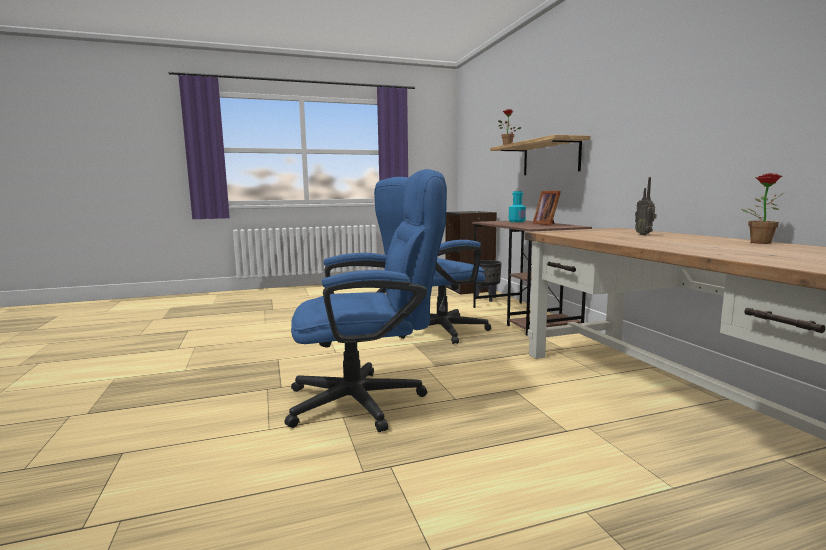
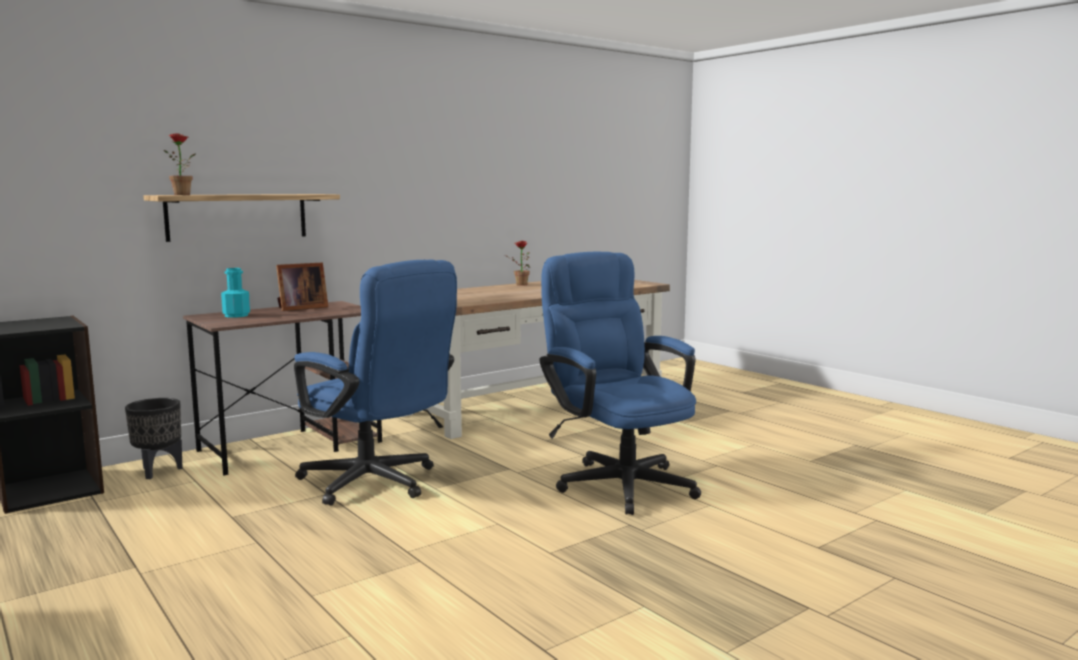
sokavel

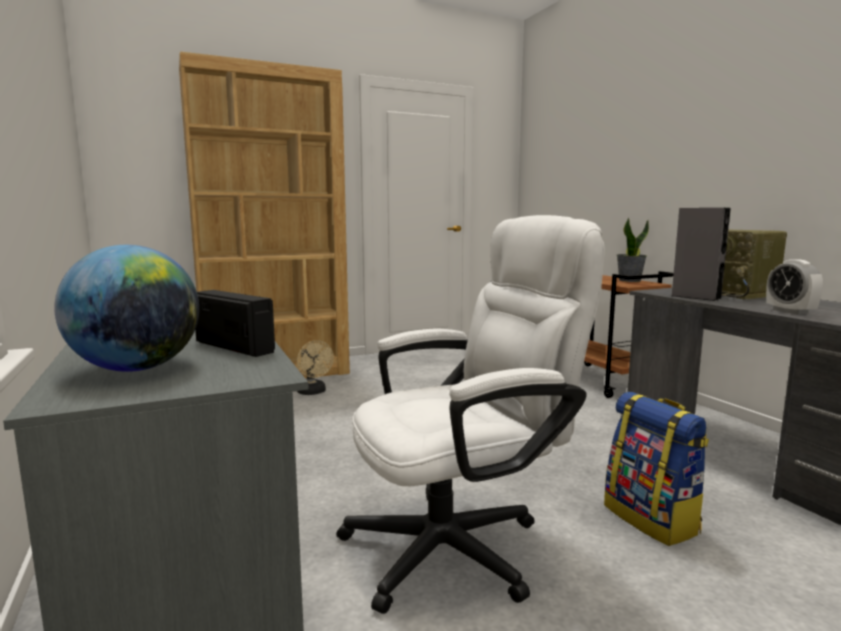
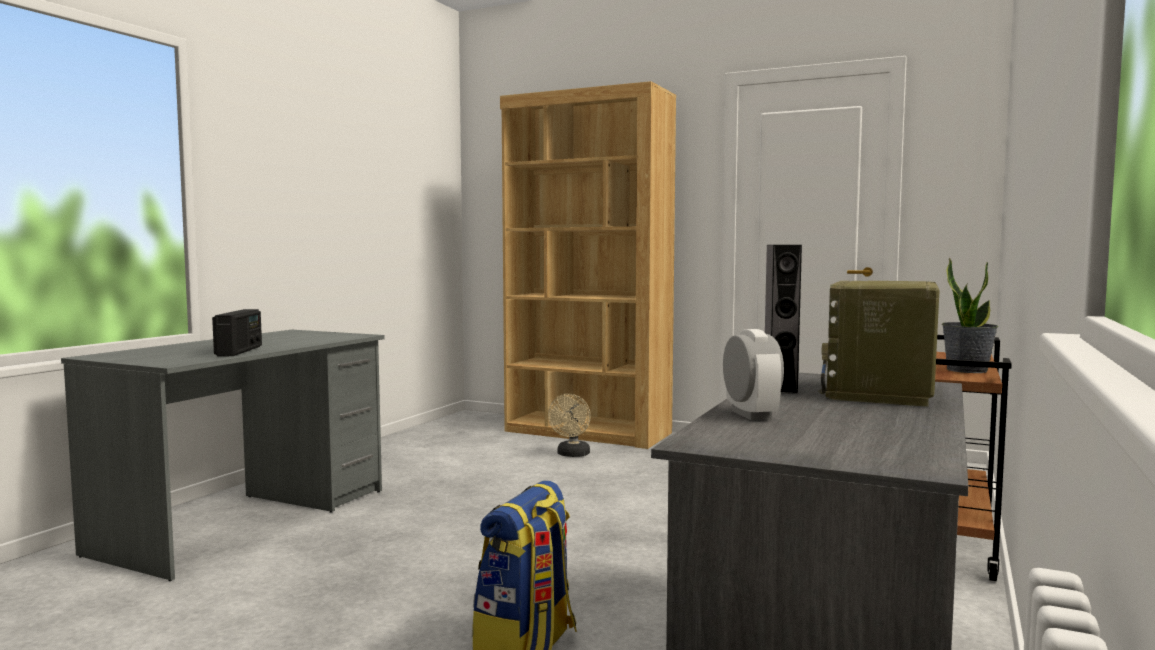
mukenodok
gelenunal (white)
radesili

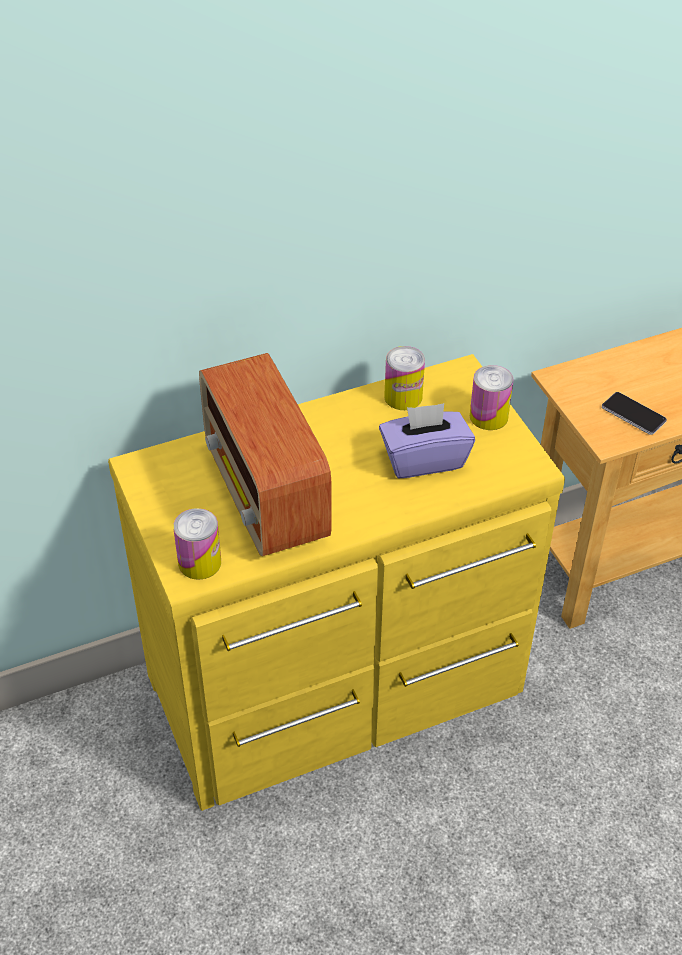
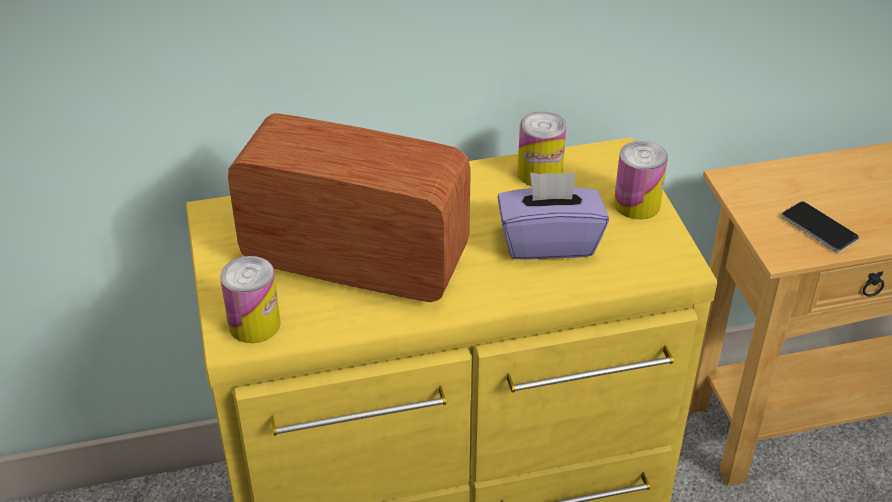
sokavel

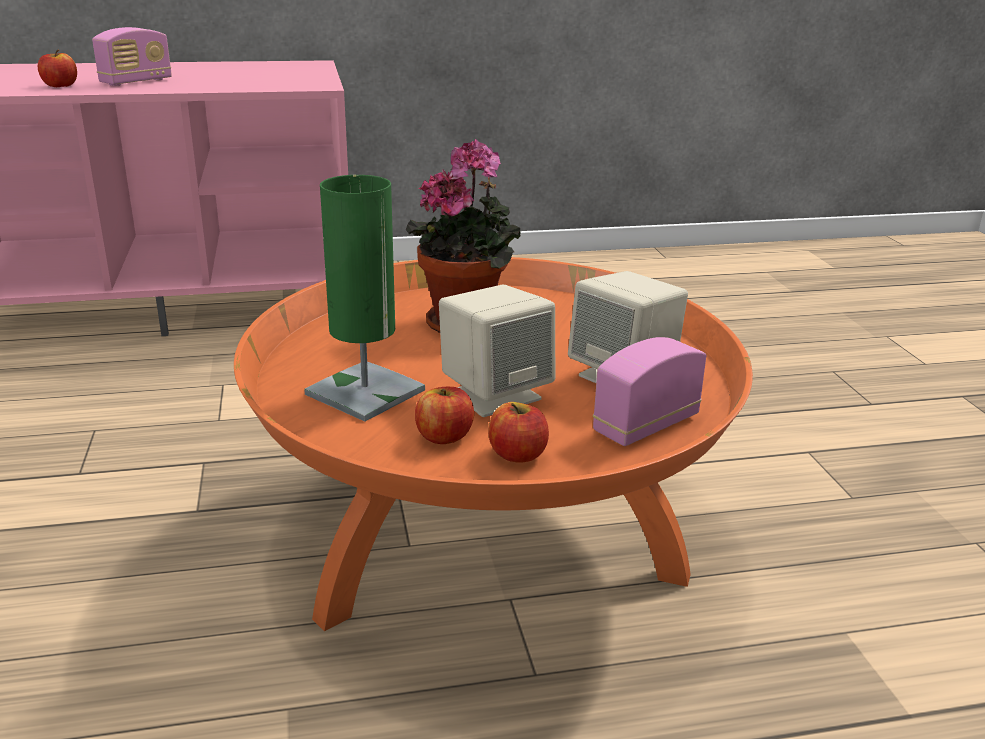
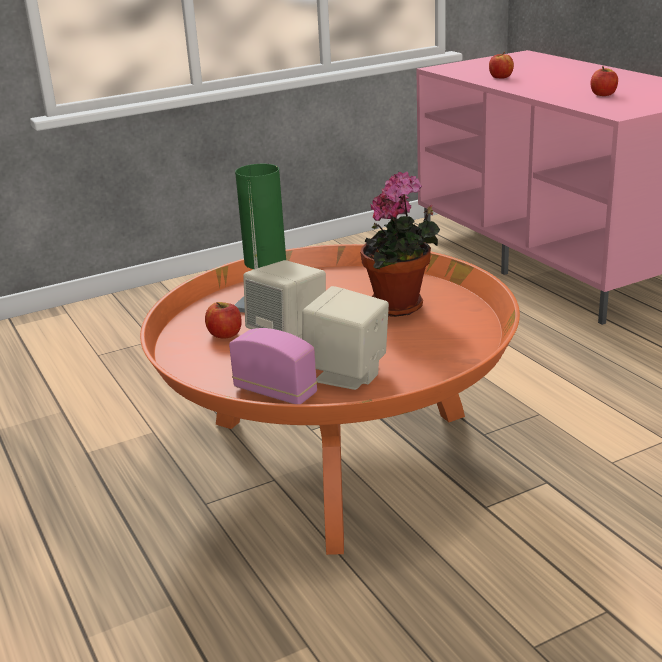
sokavel (1st from left in the first image)
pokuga (3rd from left)

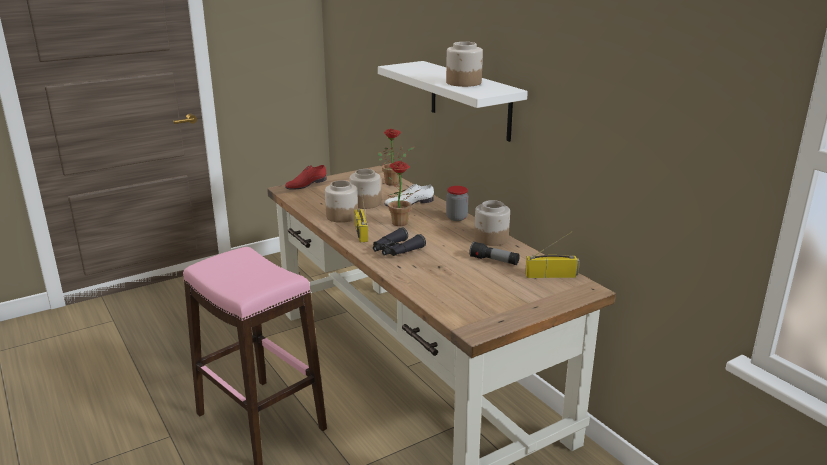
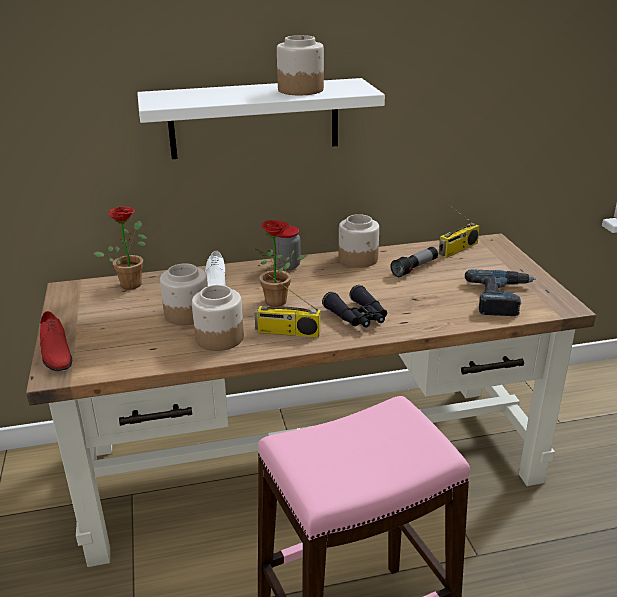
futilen
sokavel (2nd from left)

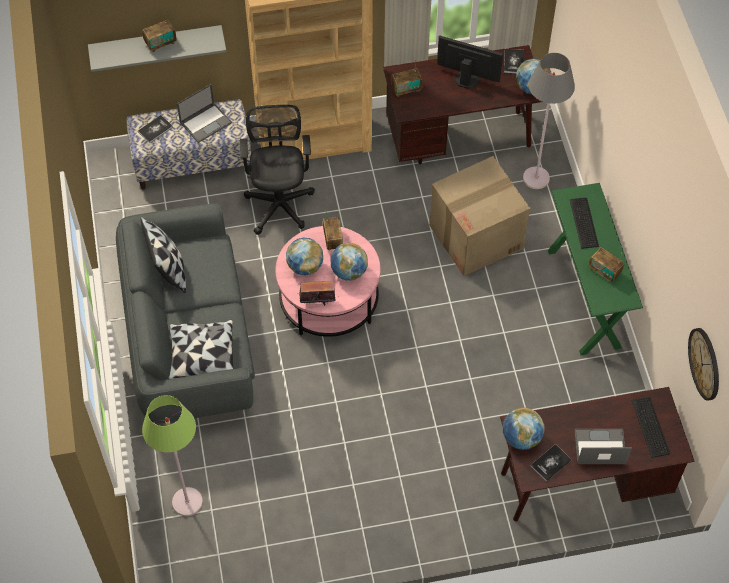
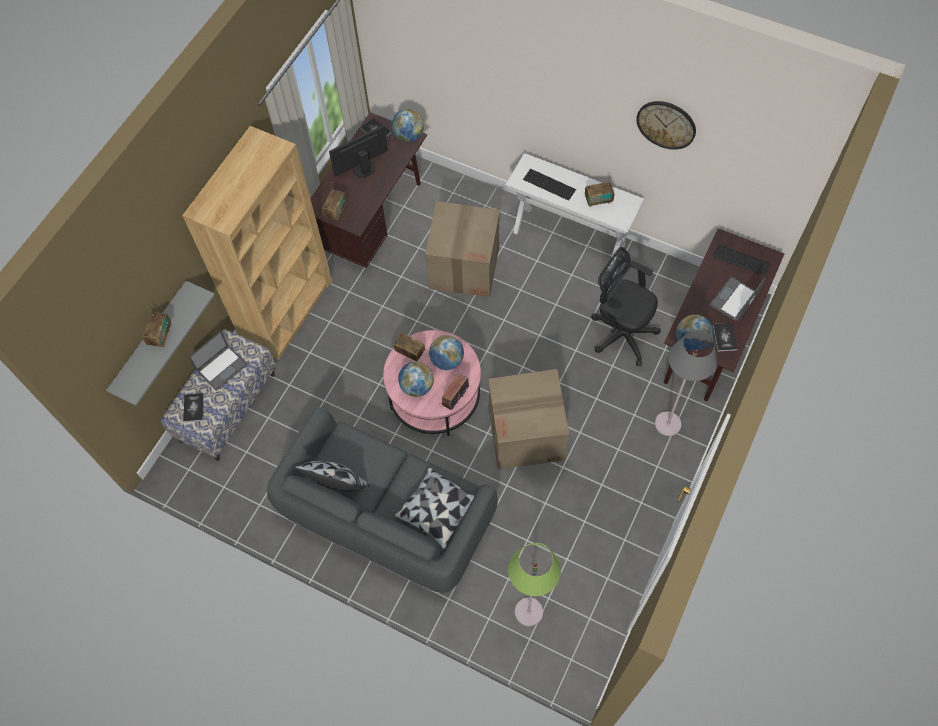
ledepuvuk (2nd from left)
gelenunal (black)
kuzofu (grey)
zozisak
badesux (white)
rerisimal (1st from left)

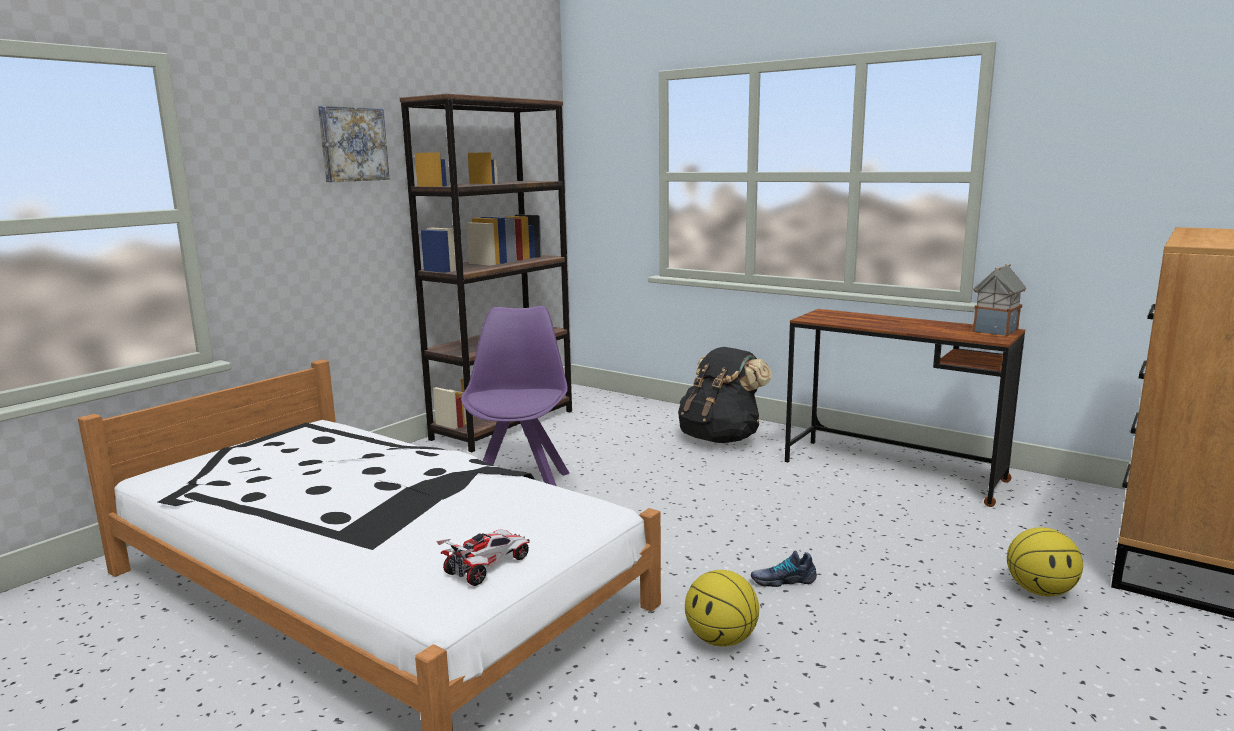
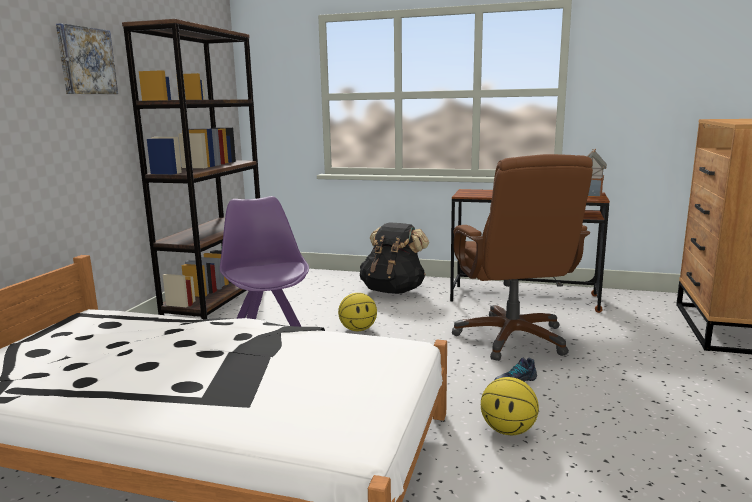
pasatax
gelenunal (brown)
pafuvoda (1st from left)

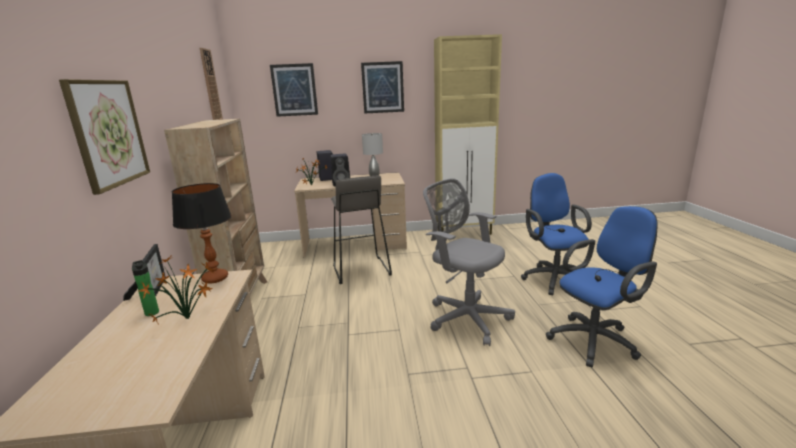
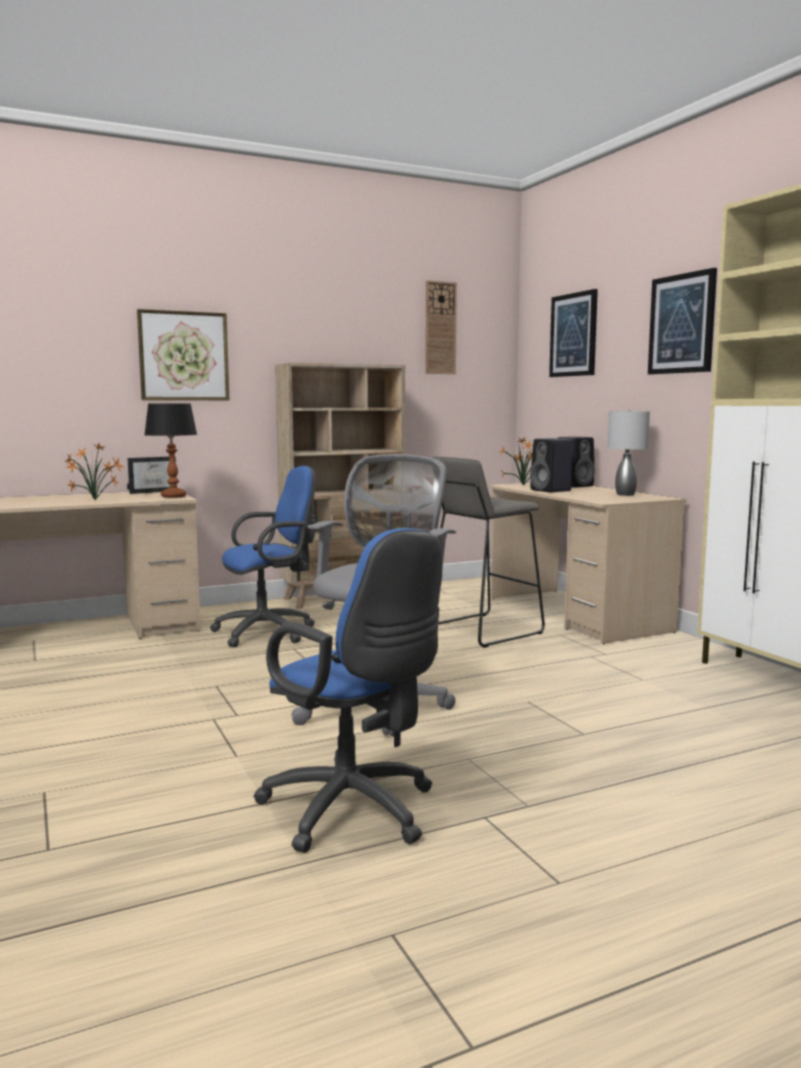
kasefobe
gelenunal (blue) (1st from left)

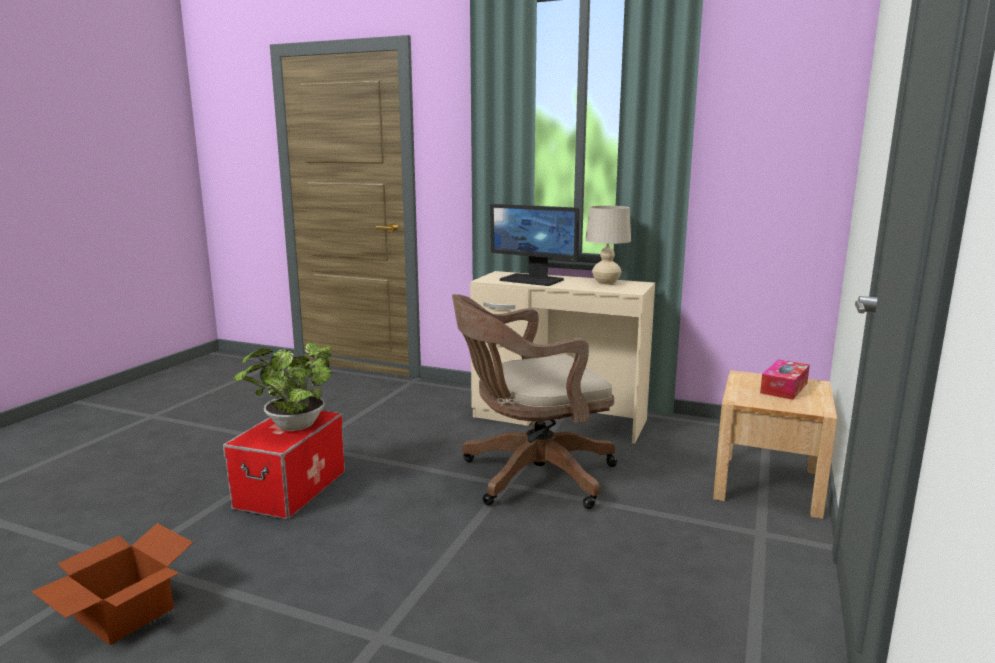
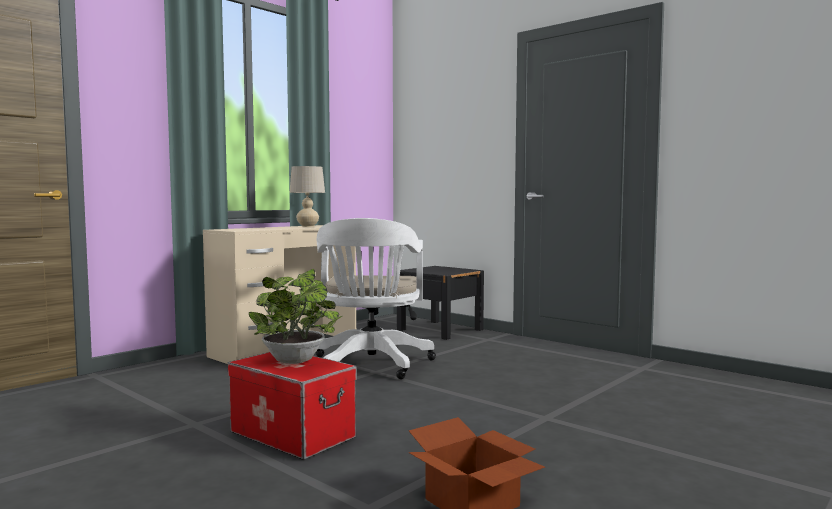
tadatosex
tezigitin
gelenunal (white)
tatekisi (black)

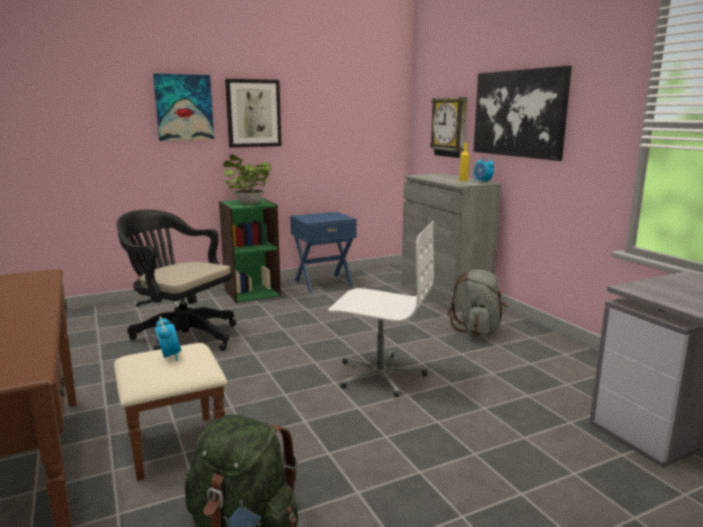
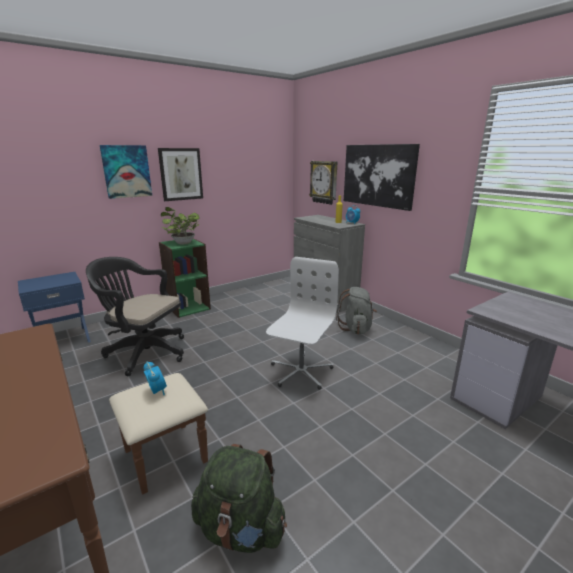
tatekisi (blue)
gelenunal (white)

